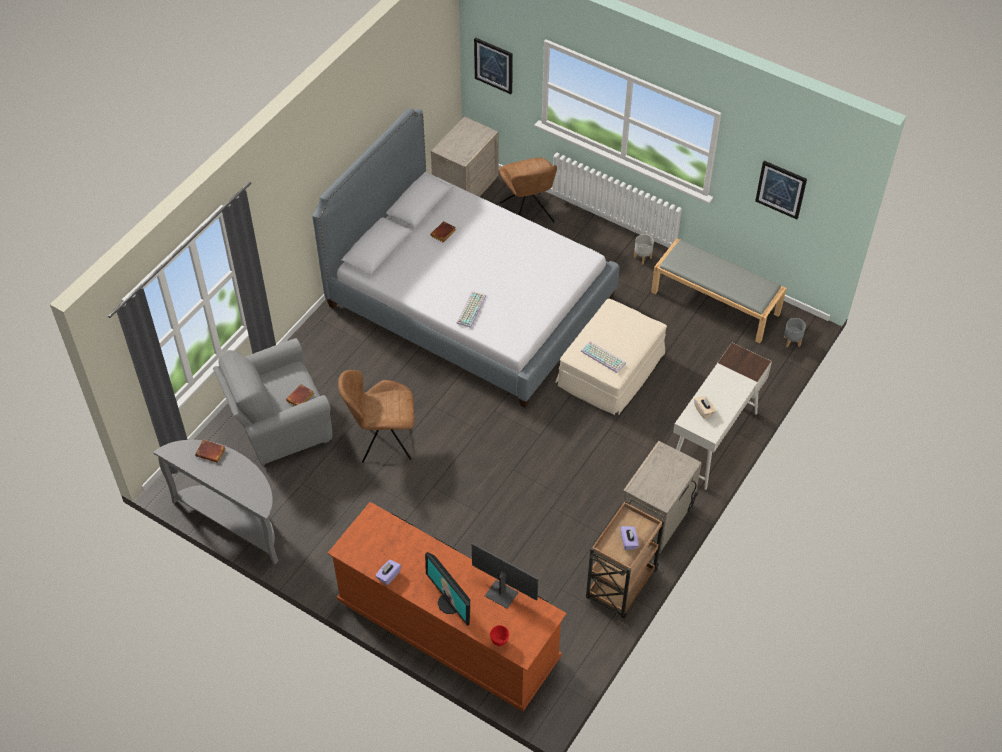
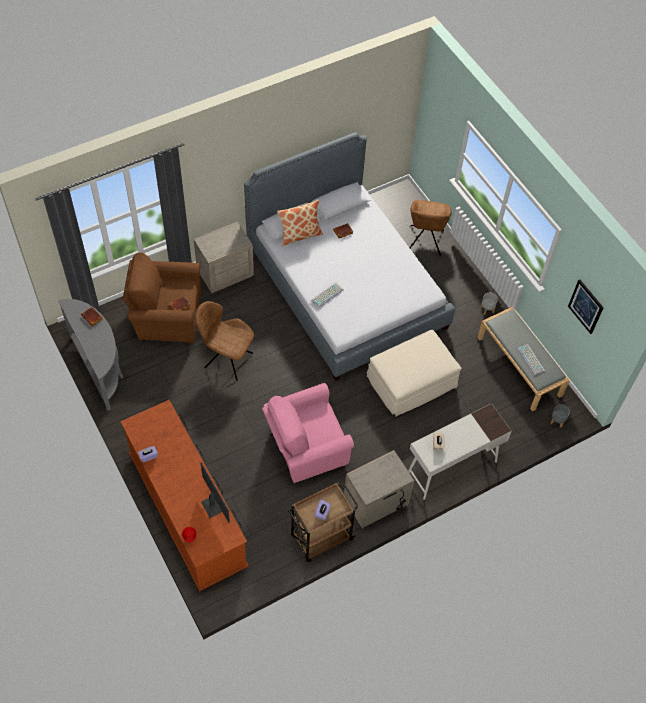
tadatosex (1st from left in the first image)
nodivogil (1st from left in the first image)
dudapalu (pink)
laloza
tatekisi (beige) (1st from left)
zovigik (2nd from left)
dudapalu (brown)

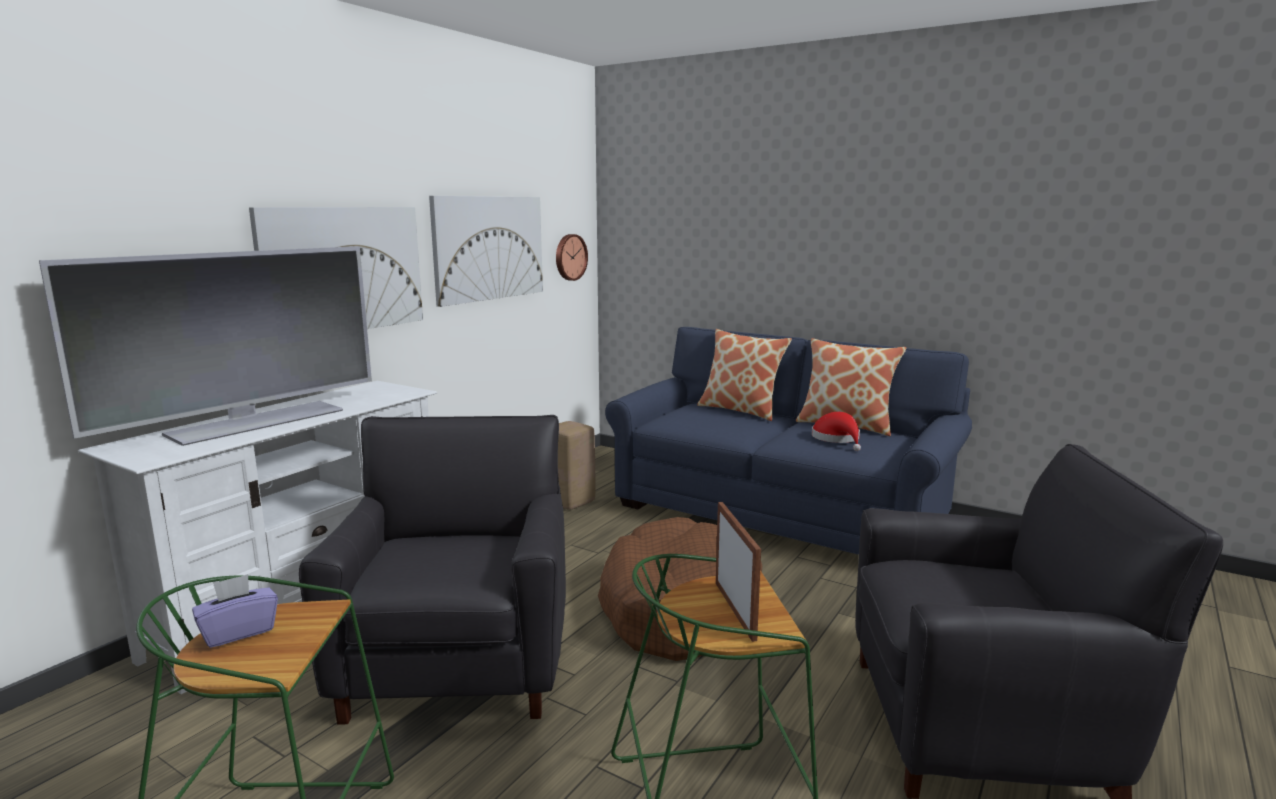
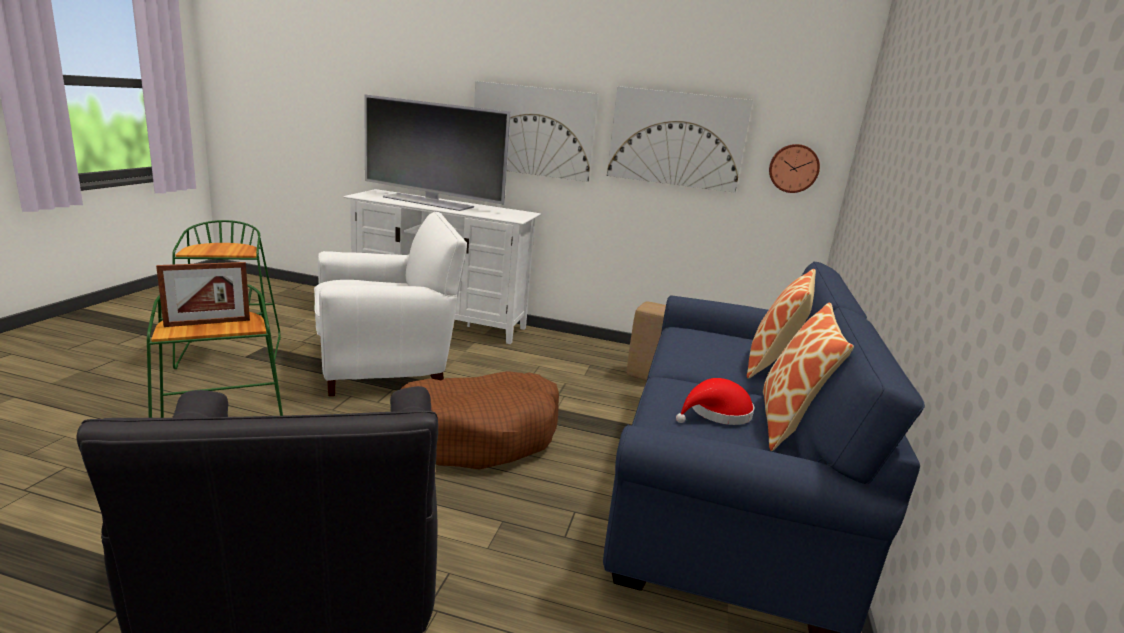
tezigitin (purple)
dudapalu (white)

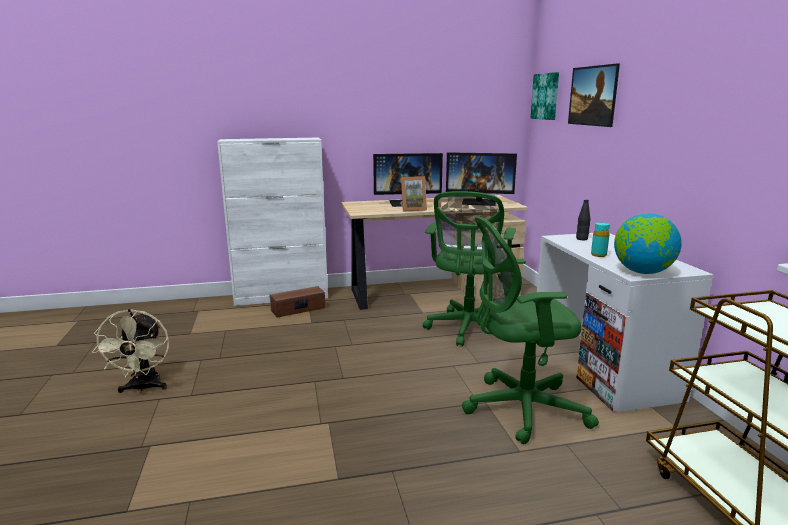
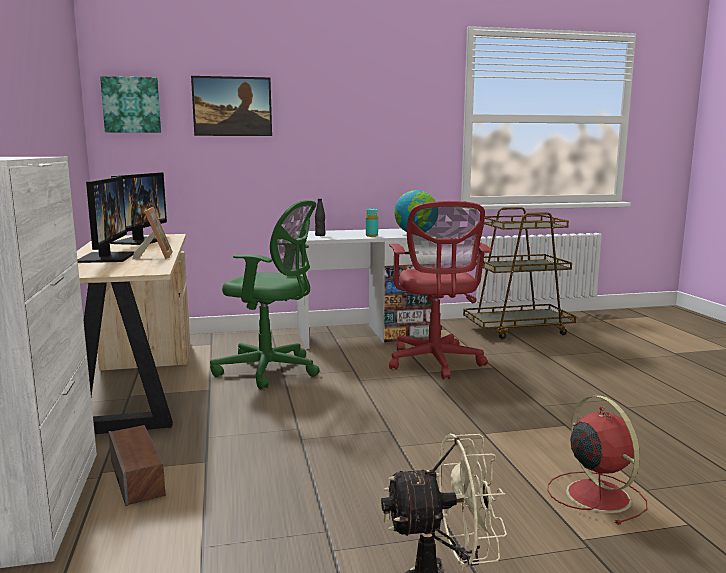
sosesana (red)
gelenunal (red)

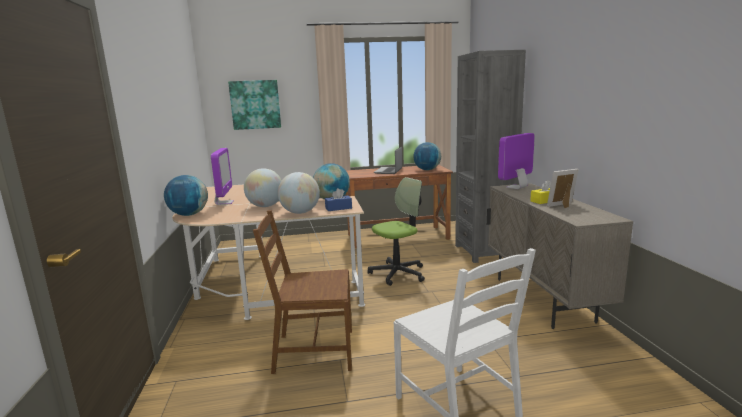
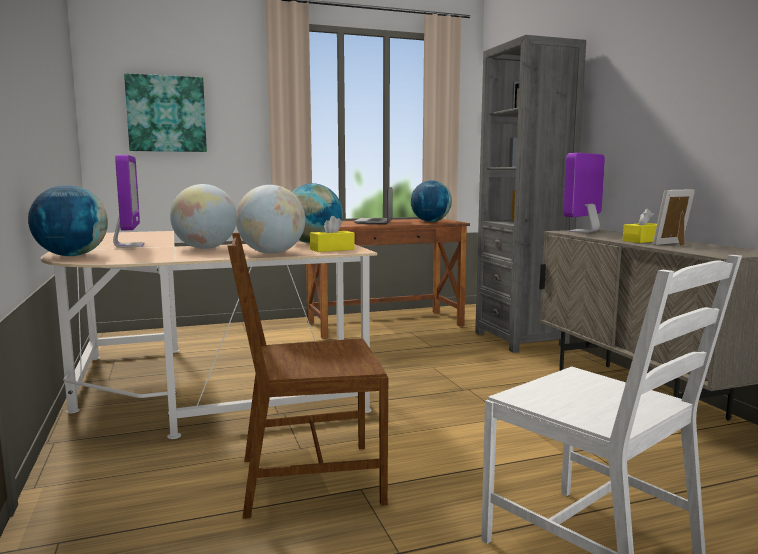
gelenunal
tezigitin (yellow) (1st from left)

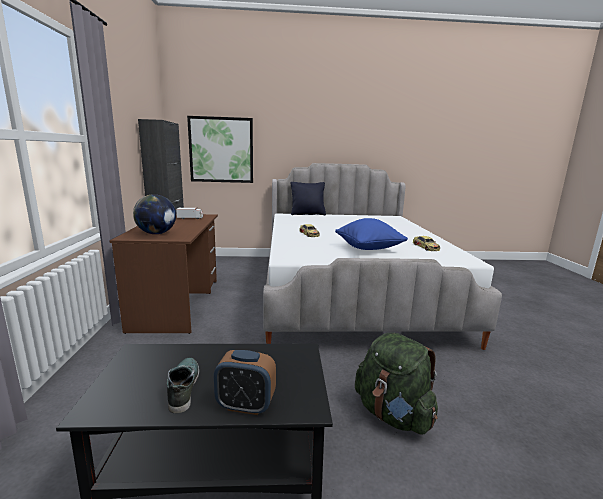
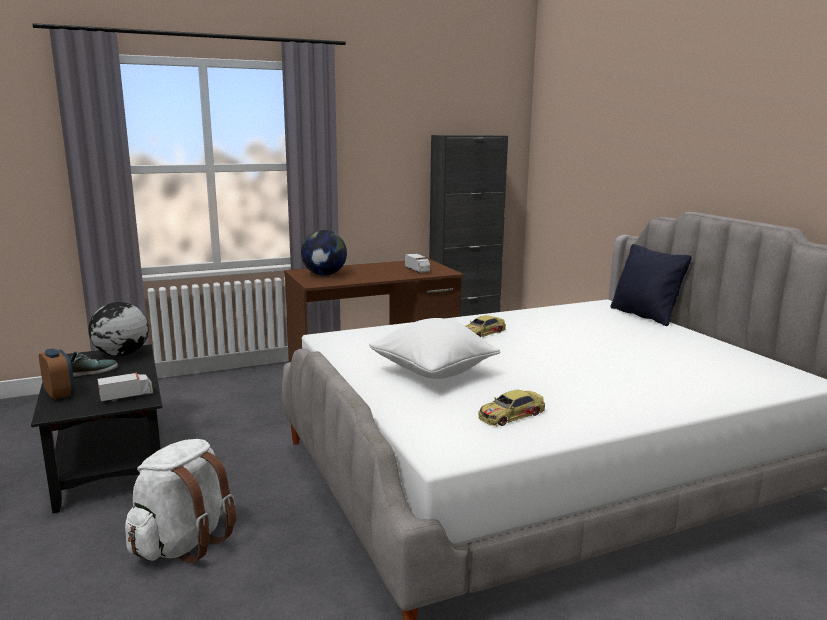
nodivogil
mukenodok (1st from left)
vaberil (1st from left)
laloza (white)
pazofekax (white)
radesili

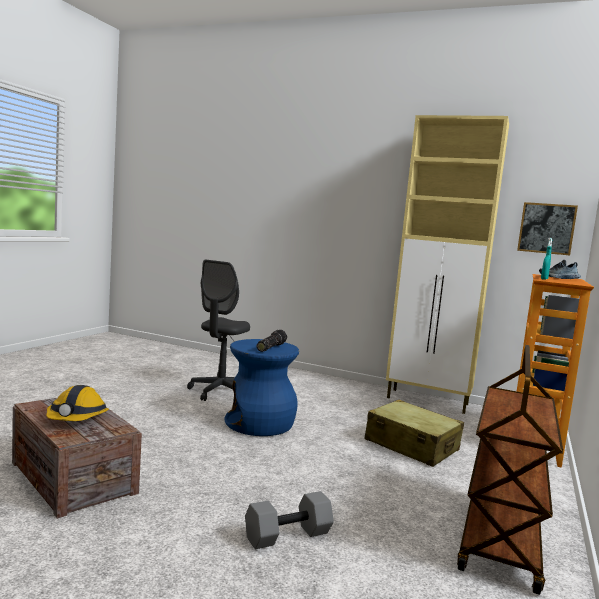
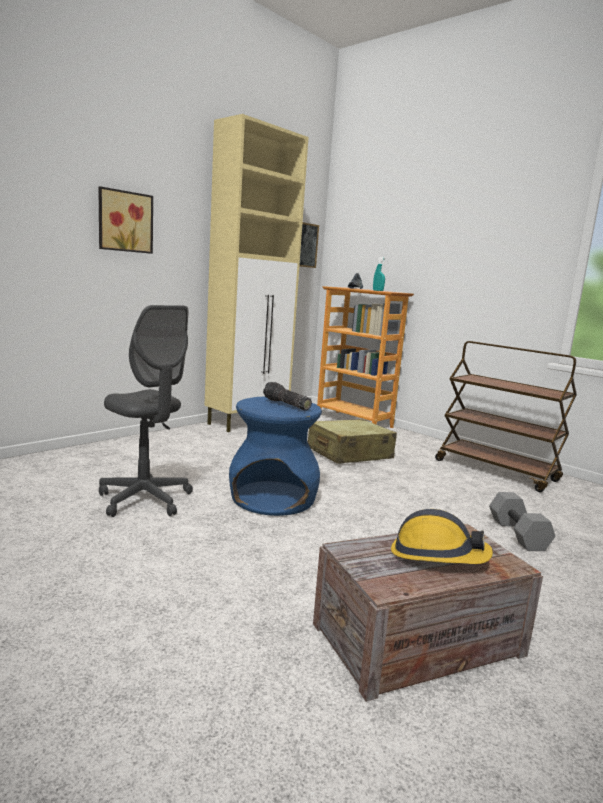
nodivogil (1st from left)

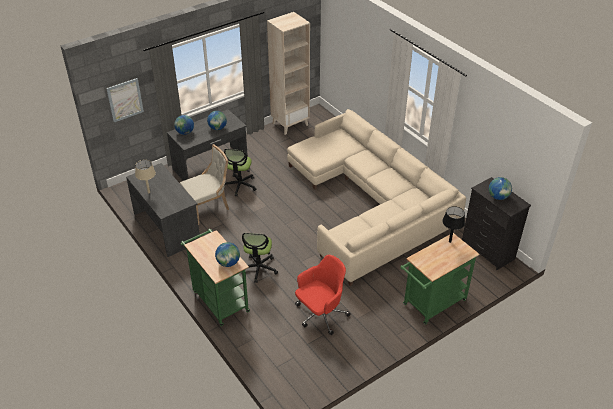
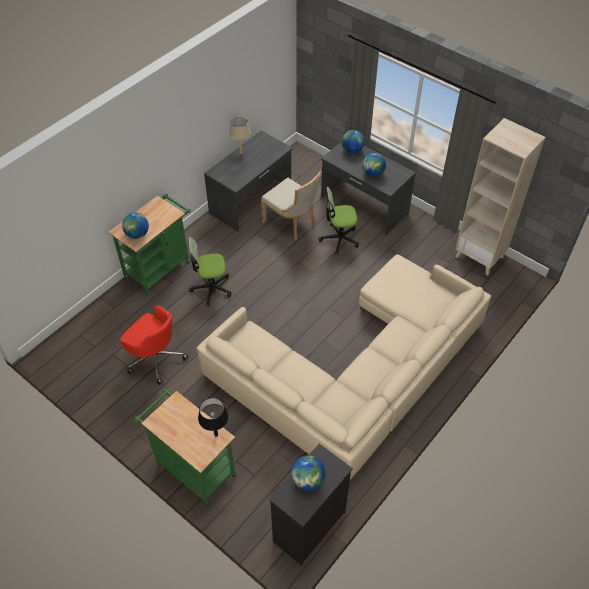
nodivogil

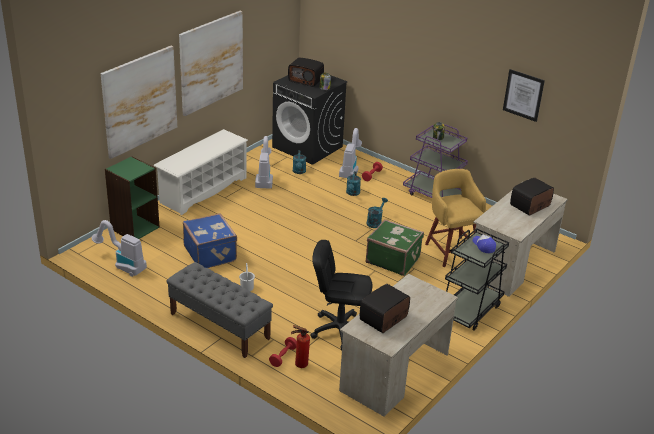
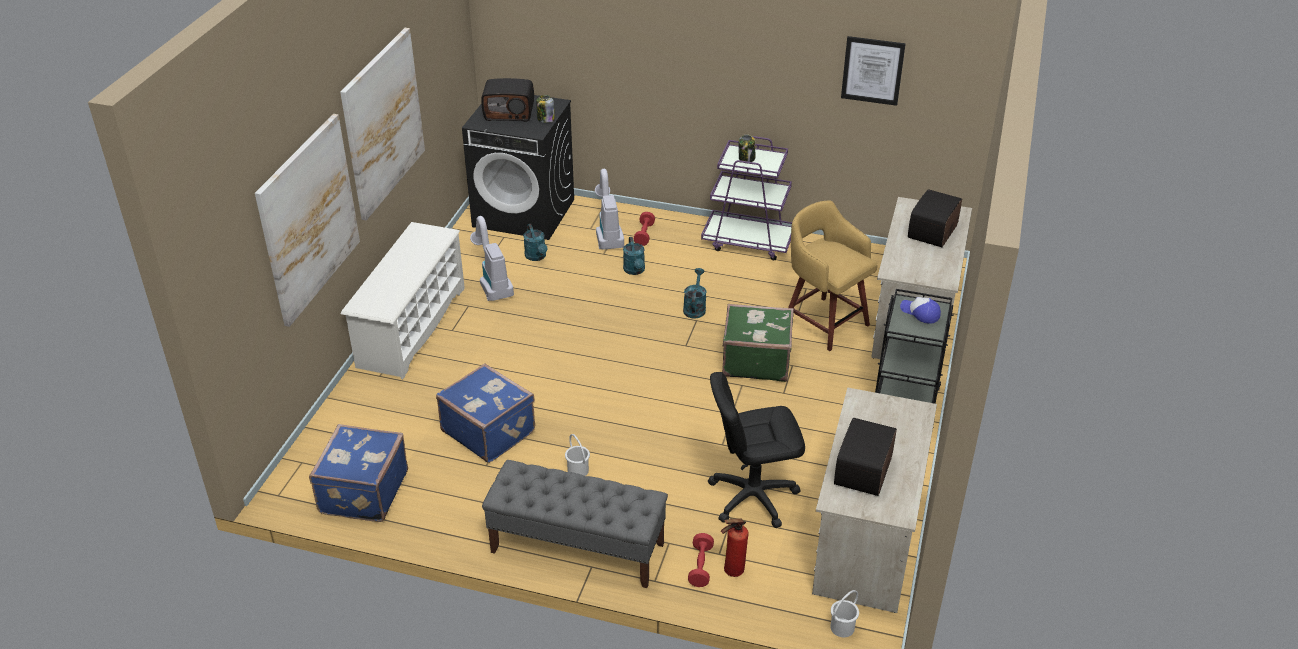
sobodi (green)
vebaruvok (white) (2nd from left)
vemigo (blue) (1st from left)

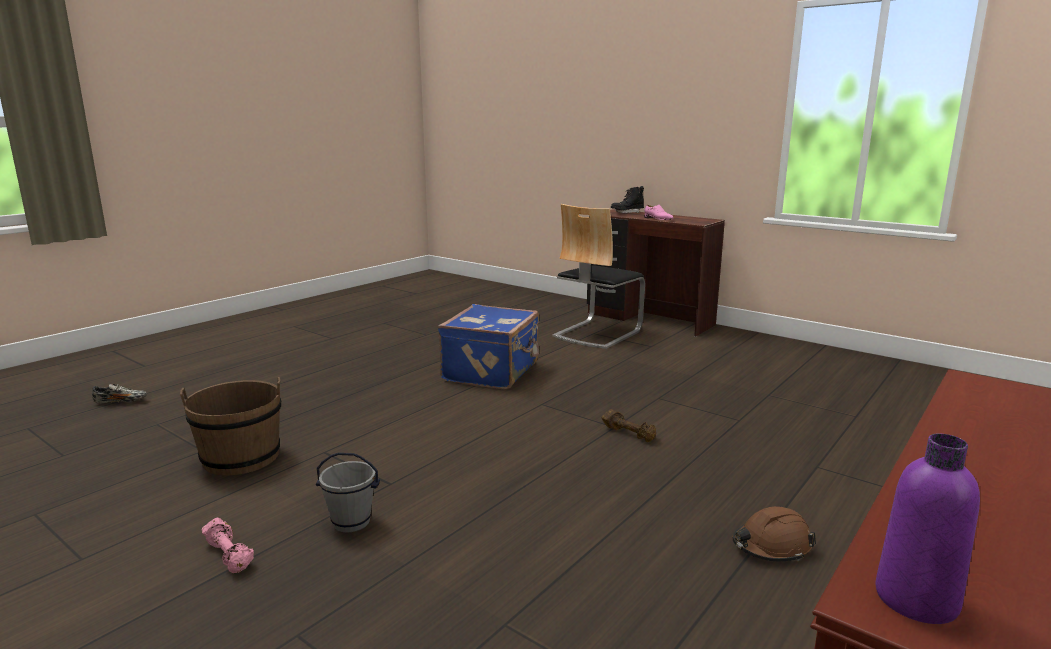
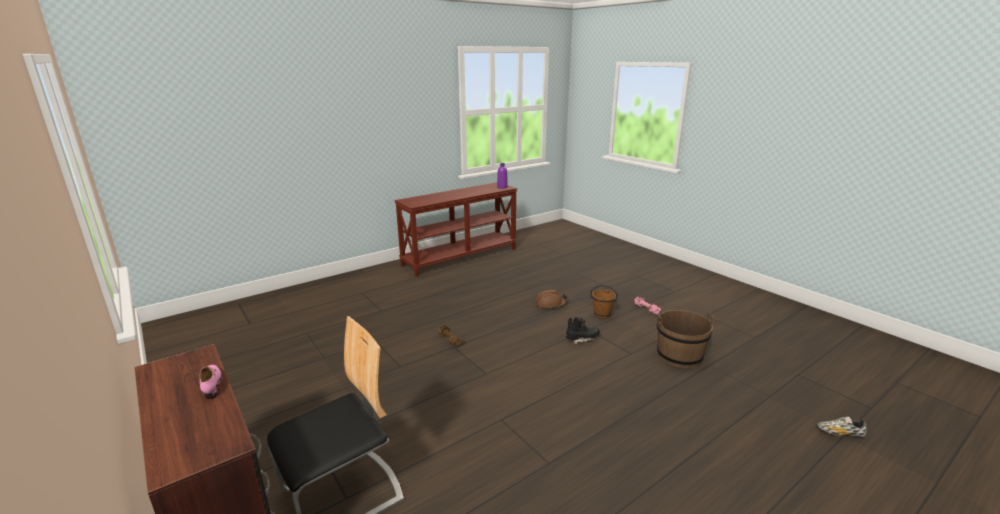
vemigo (blue)
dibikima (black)
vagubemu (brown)
vebaruvok (brown) (1st from left)

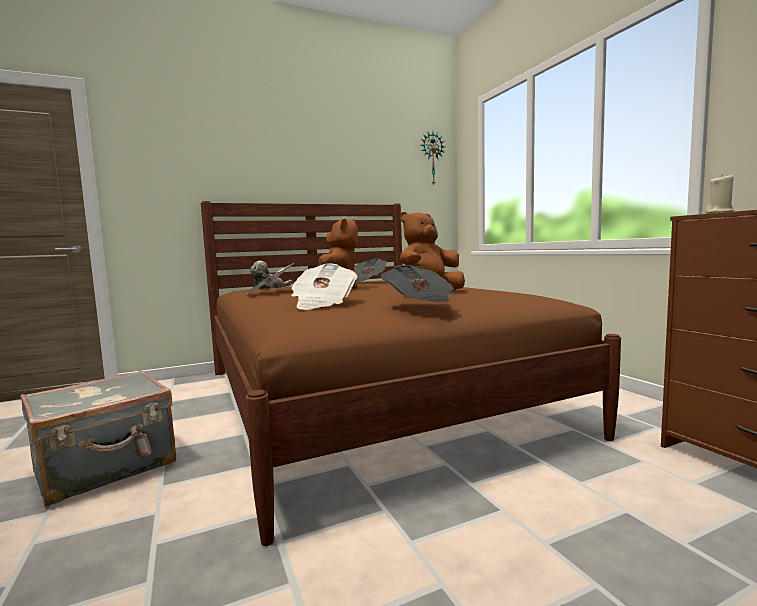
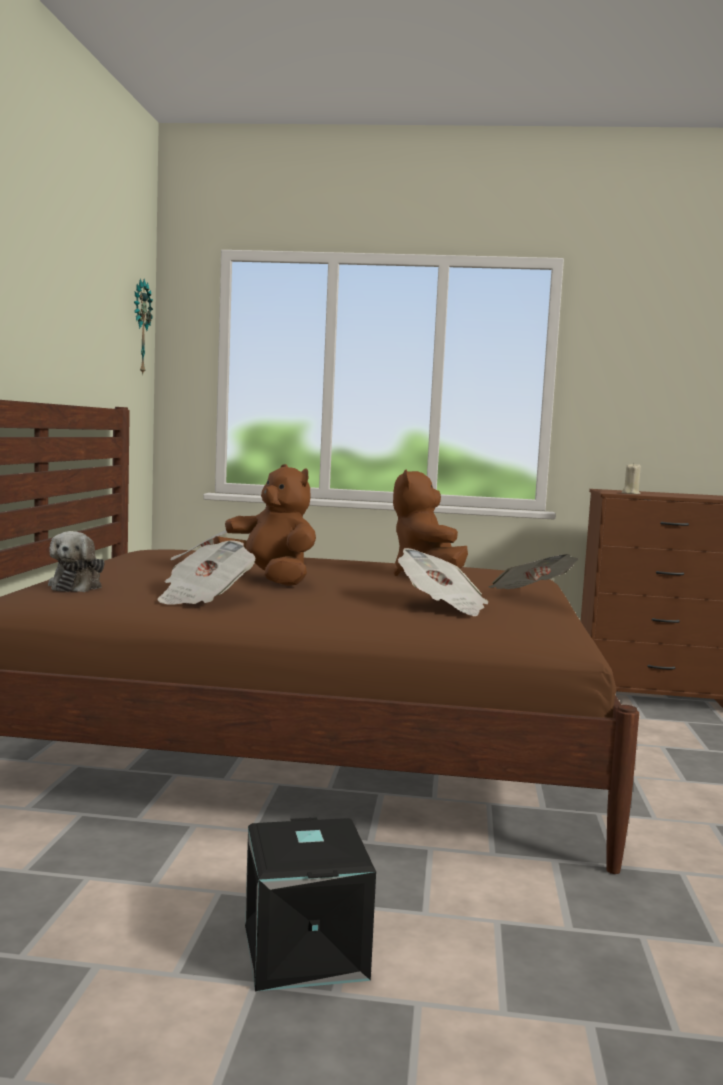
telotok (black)

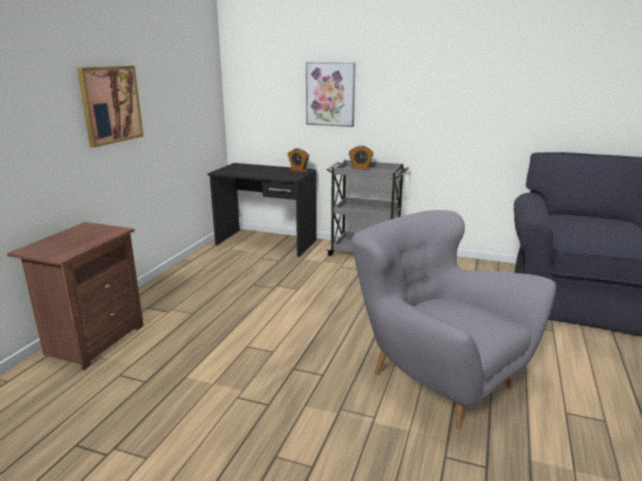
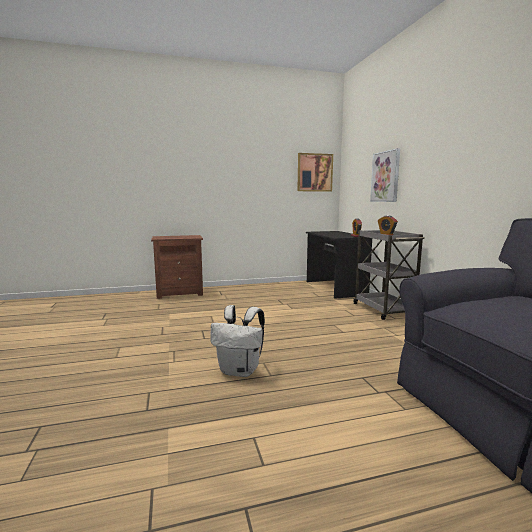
nodivogil (1st from left)
pazofekax (white)

